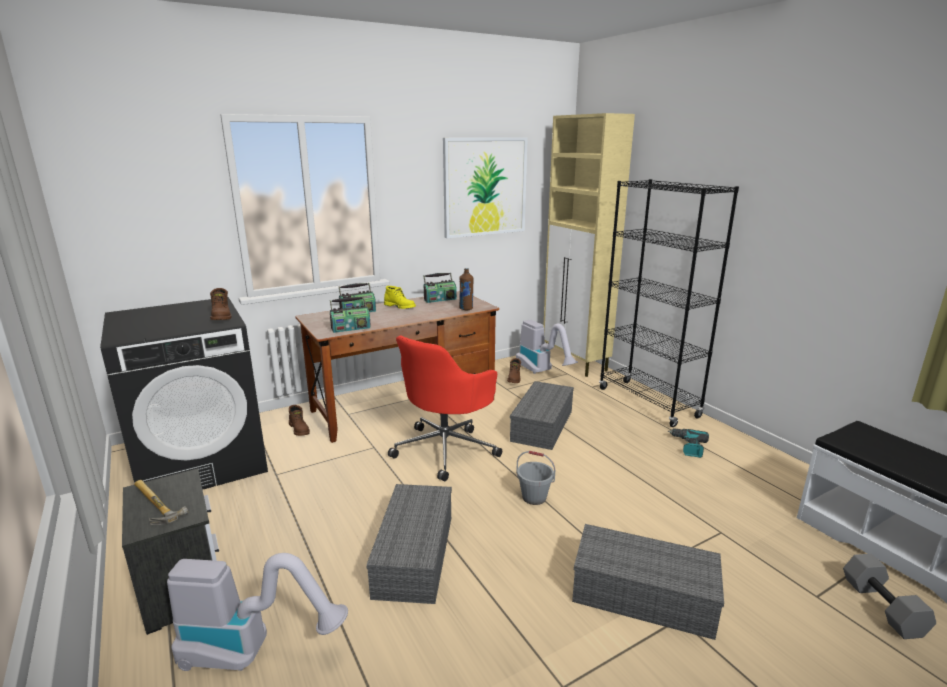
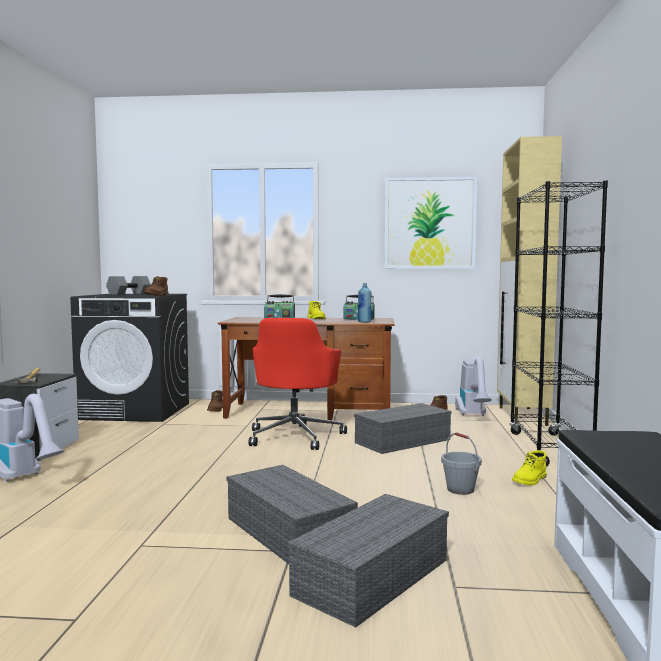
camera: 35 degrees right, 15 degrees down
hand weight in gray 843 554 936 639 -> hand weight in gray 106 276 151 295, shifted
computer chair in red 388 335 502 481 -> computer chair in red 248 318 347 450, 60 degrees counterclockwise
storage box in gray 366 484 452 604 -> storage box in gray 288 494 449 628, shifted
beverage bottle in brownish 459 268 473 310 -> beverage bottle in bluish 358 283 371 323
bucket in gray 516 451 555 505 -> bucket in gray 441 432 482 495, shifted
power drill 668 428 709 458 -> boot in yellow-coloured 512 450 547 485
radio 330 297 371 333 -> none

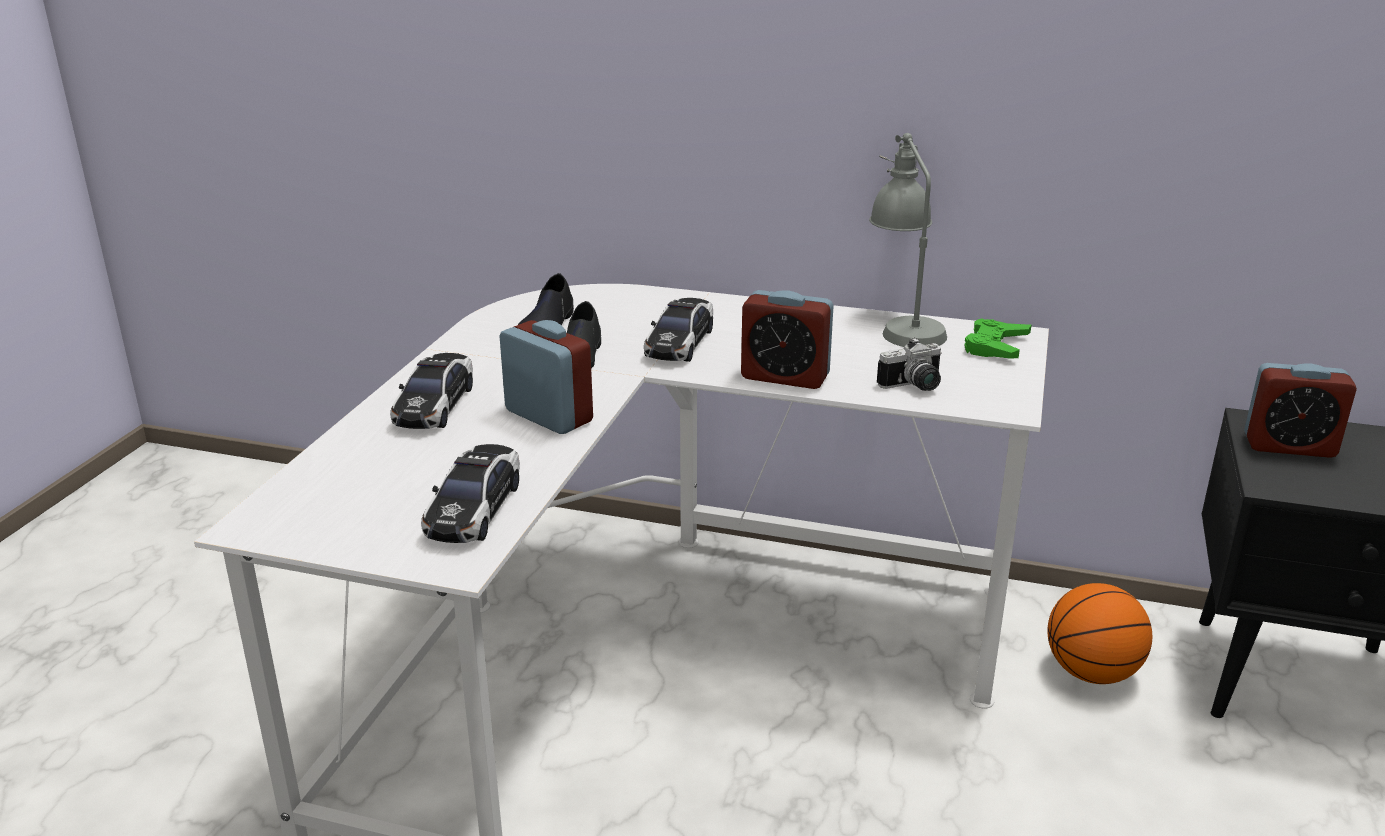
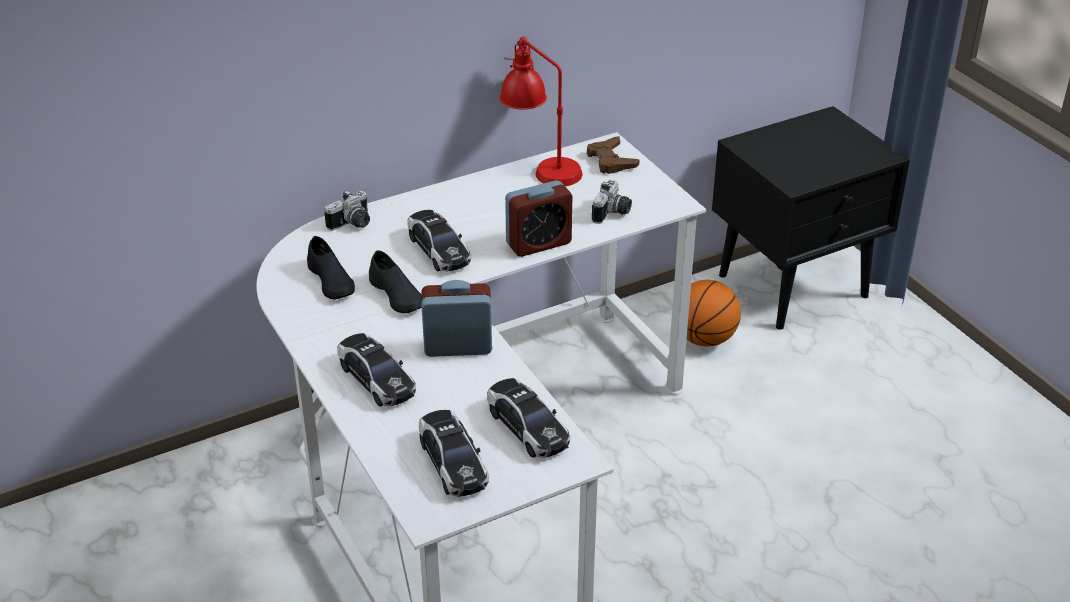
camera: 45 degrees left, 10 degrees up
none -> still camera 324 190 370 230
none -> model car 419 410 489 497
tabletop lamp in gray 869 133 947 347 -> tabletop lamp in red 500 37 582 186
gamepad in green 964 318 1032 359 -> gamepad in brownish 587 136 640 174
table clock 1244 363 1357 458 -> none

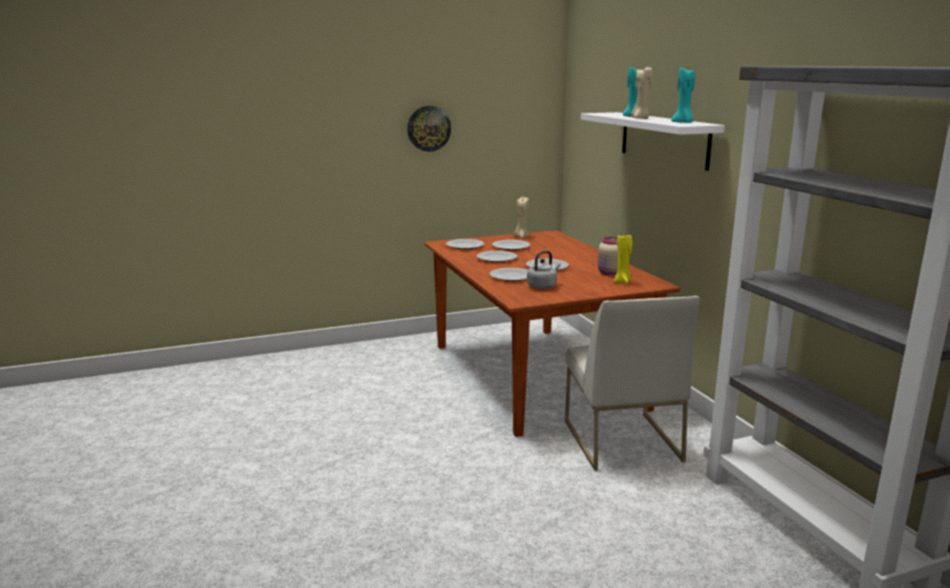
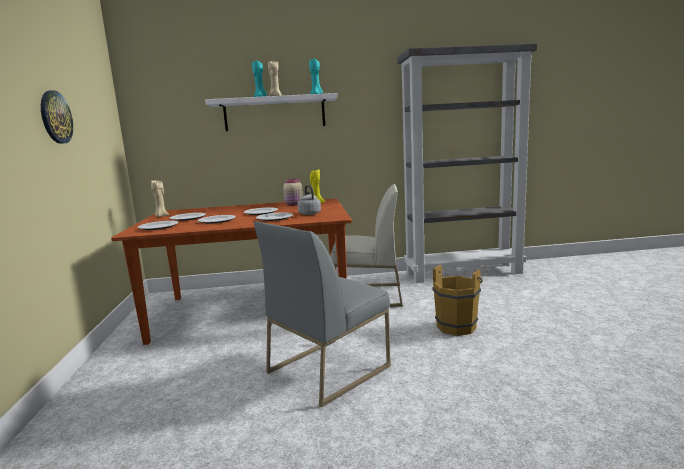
camera: 75 degrees left, 5 degrees down
none -> chair in gray 254 221 391 407
none -> bucket in brownish 432 265 483 336

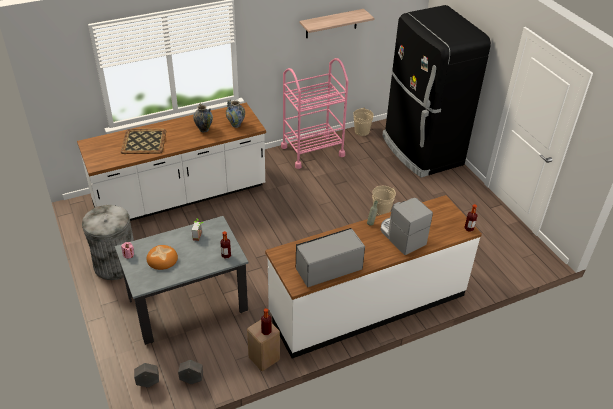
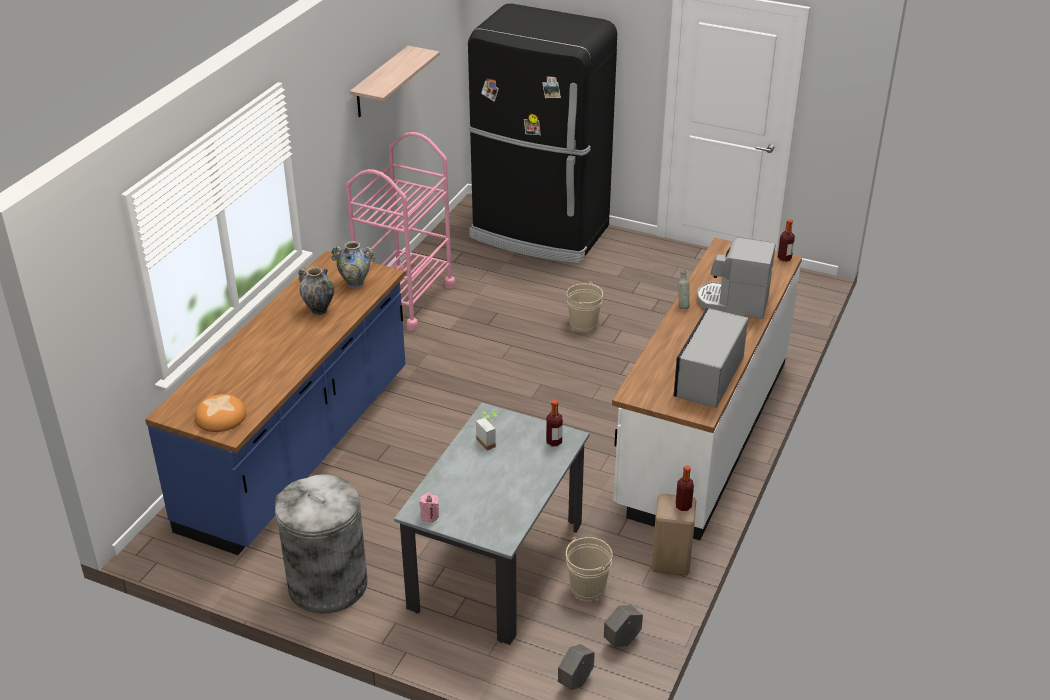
camera: 40 degrees left, 5 degrees down
counter in white-coloured 77 103 266 221 -> counter in bluish 145 251 406 555
bread 147 245 178 270 -> bread 195 394 246 432, shifted
bucket in beige 353 107 374 136 -> bucket in beige 566 537 613 601, shifted
tray 121 129 166 154 -> none

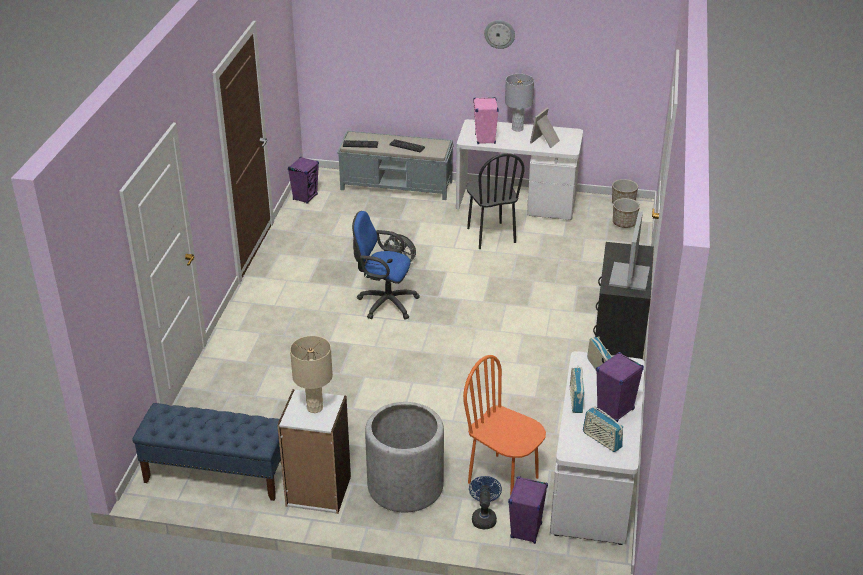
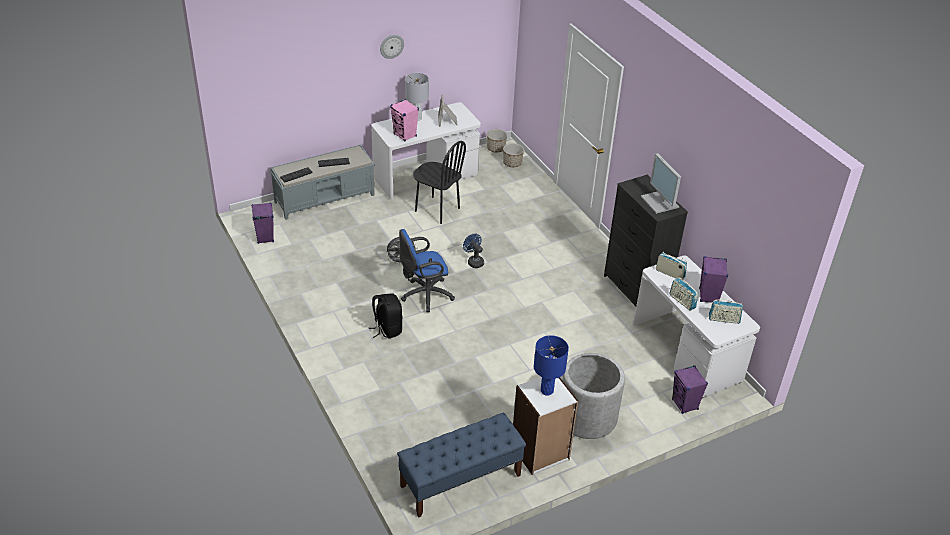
camera: 40 degrees left, 5 degrees up
none -> knapsack in black 369 293 403 339
fan in bluish 469 476 502 529 -> fan in bluish 463 234 484 268, shifted
tabletop lamp in beige 290 336 333 413 -> tabletop lamp in bluish 534 335 569 395
chair in orange 463 355 546 496 -> none

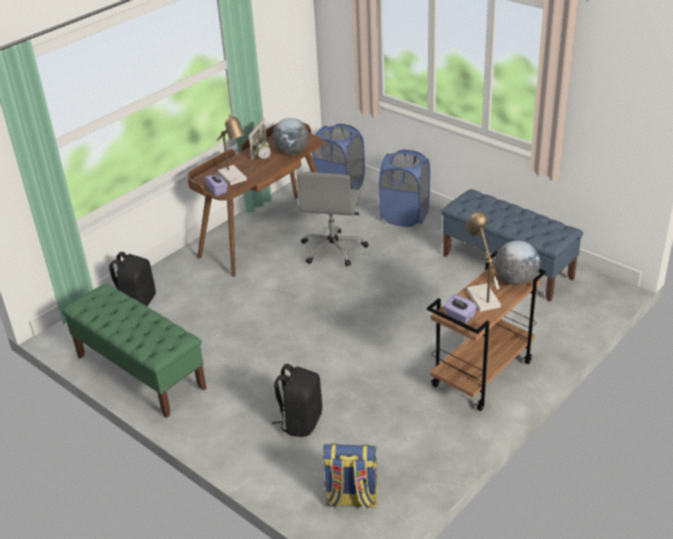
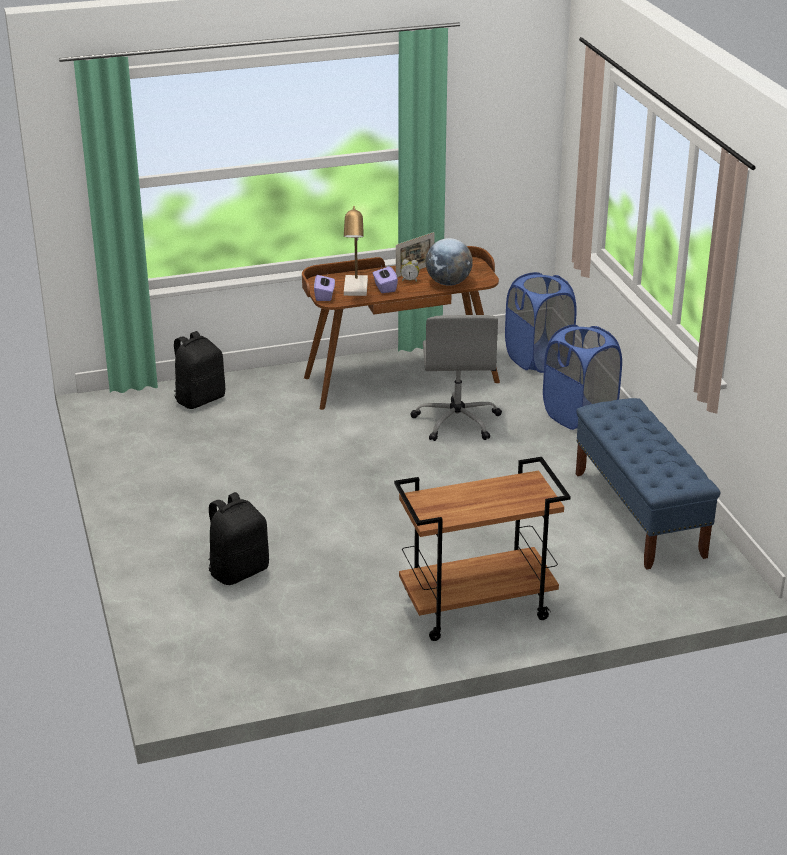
camera: 30 degrees right, 5 degrees down
box of tissues in purple-coloured 443 295 477 324 -> box of tissues in purple-coloured 373 266 398 293, shifted
computer chair in gray 297 172 369 266 -> computer chair in gray 411 315 502 441, 45 degrees counterclockwise
bench in green 62 283 207 418 -> none
knapsack 323 444 378 510 -> none
tabletop lamp 466 212 501 312 -> none
desk globe 495 240 540 285 -> none

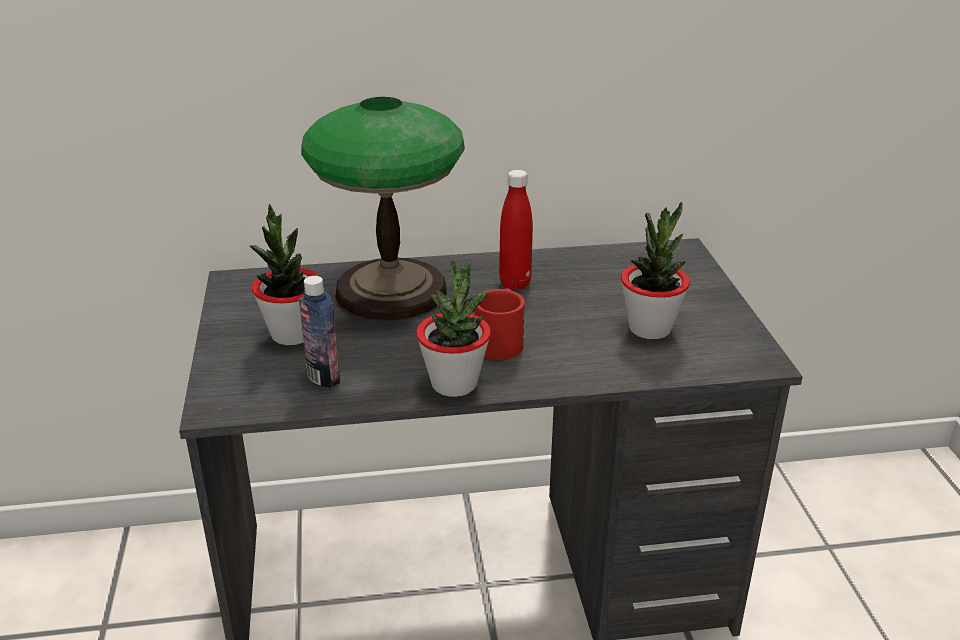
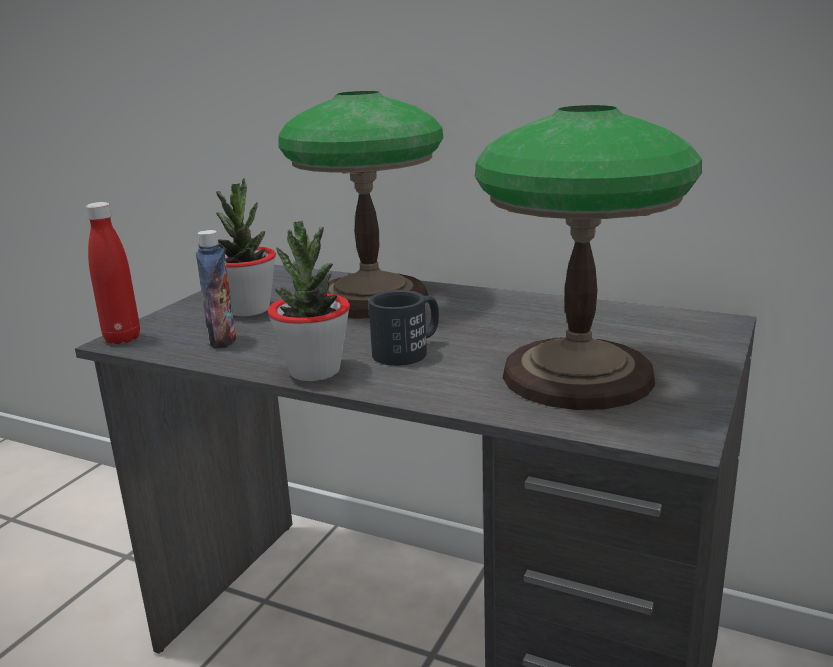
camera: 35 degrees right, 10 degrees down
beverage bottle in red 499 170 533 290 -> beverage bottle in red 86 202 140 344, shifted
tea mug in red 474 288 525 360 -> tea mug in black 368 290 439 366
plant in a pot 621 202 690 339 -> tabletop lamp 475 105 702 410

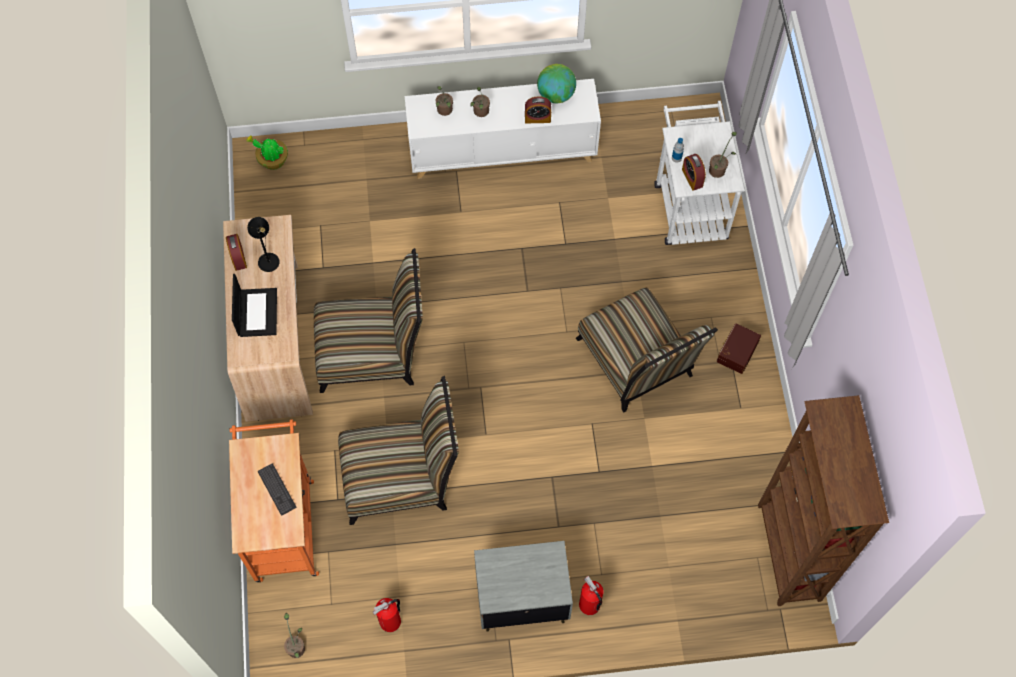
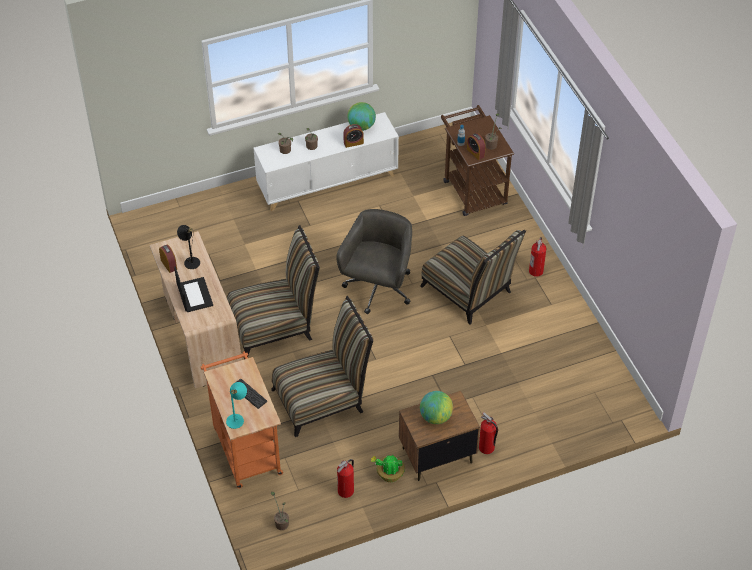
camera: 15 degrees left, 15 degrees down
none -> tabletop lamp in turquoise 226 382 247 429
none -> computer chair in gray 336 209 412 314
plant in a pot 246 136 288 170 -> plant in a pot 371 455 405 482, shifted
nightstand in gray 474 541 573 632 -> nightstand in brownish 399 391 480 481
none -> desk globe 420 391 453 424
wheeled cart in white-coloured 654 101 745 245 -> wheeled cart in brownish 441 105 514 216
storage box in brownish 717 323 761 374 -> extinguisher 529 237 546 277
bookcase in brownish 758 395 889 606 -> none

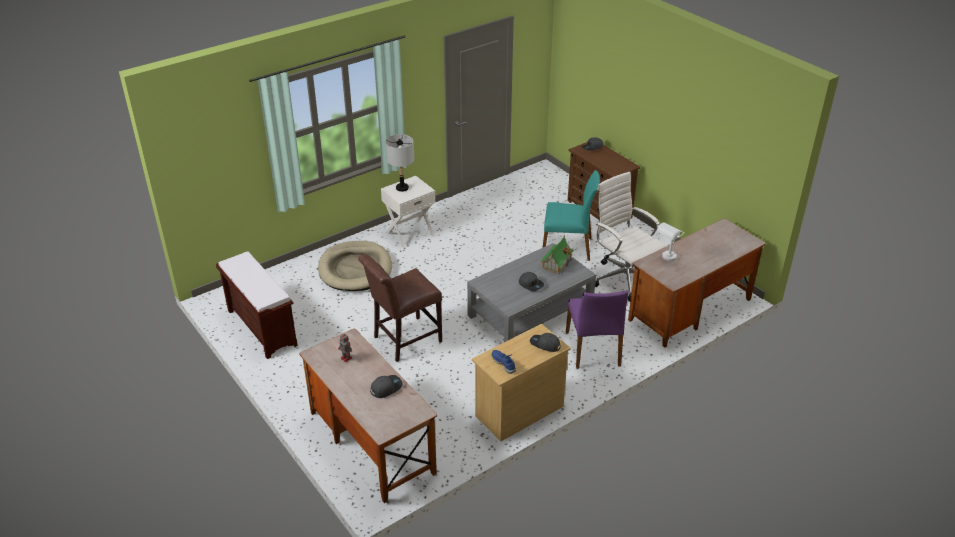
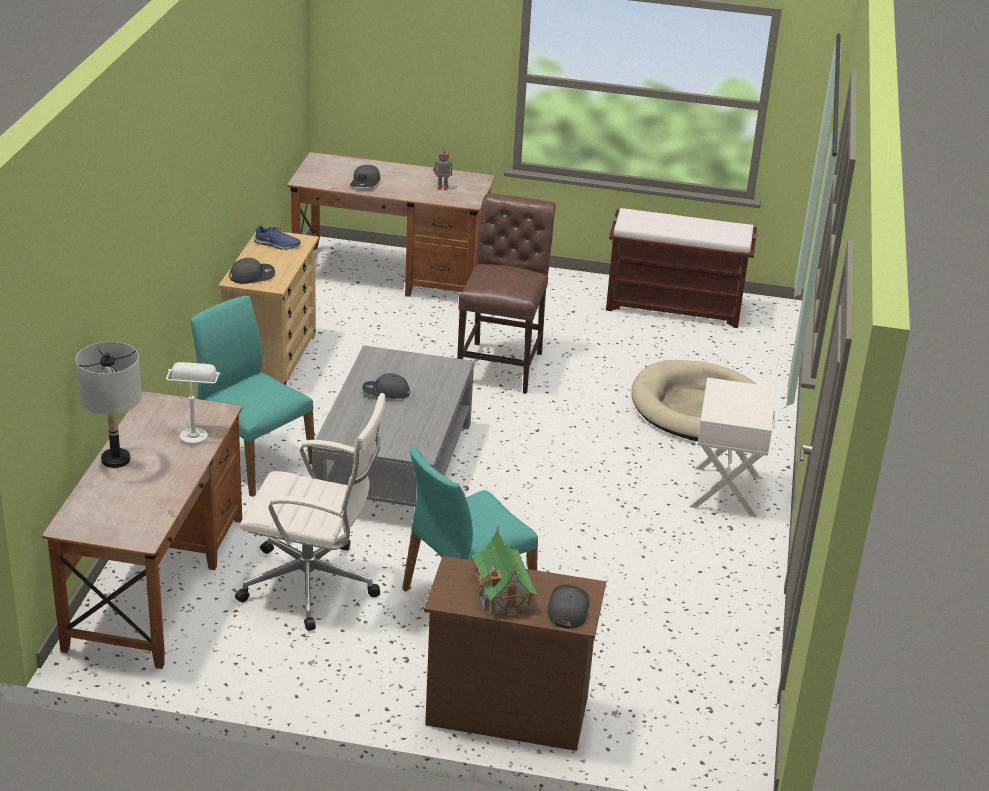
camera: 135 degrees right, 5 degrees down
tabletop lamp in gray 386 134 414 192 -> tabletop lamp in gray 76 342 142 468, shifted
chair in purple-coloured 566 290 629 369 -> chair in turquoise 191 296 315 497
miniature house 540 235 574 274 -> miniature house 472 526 541 616, shifted

